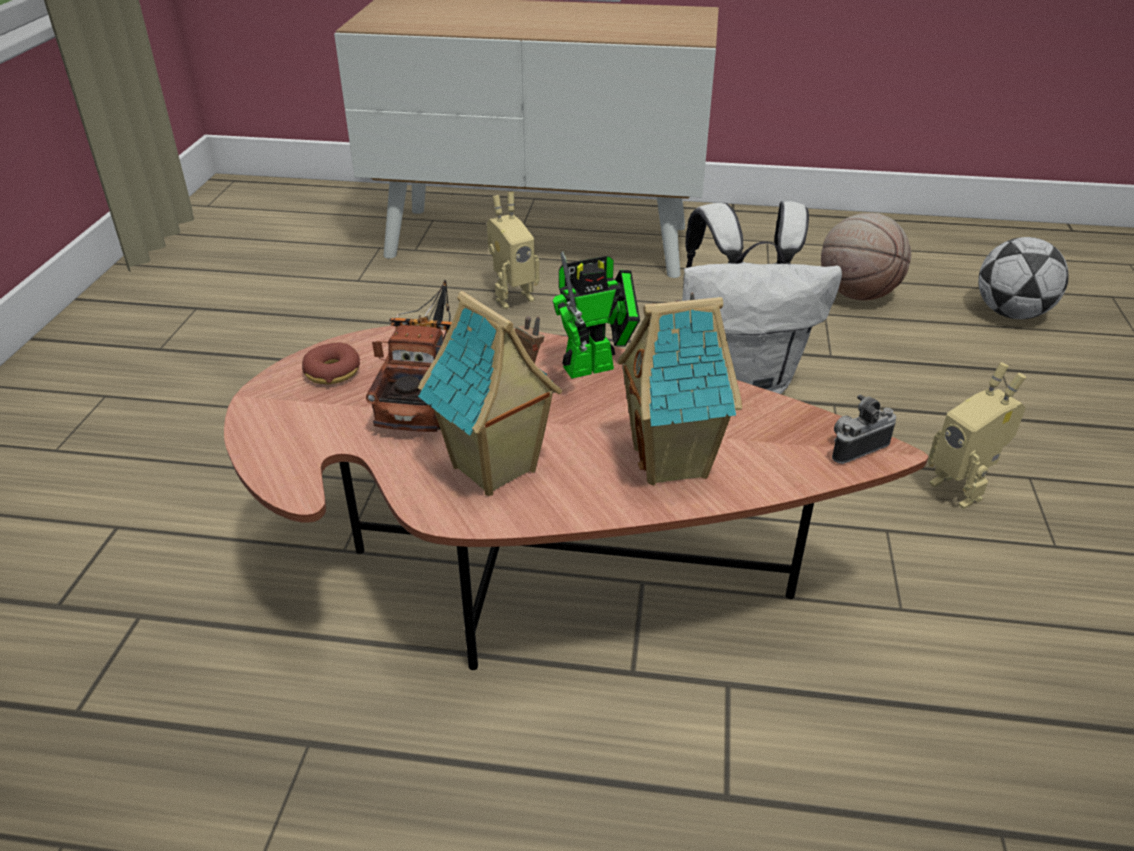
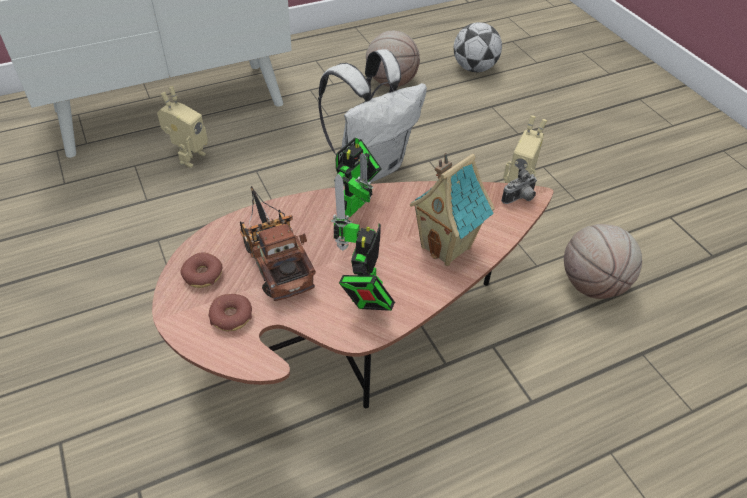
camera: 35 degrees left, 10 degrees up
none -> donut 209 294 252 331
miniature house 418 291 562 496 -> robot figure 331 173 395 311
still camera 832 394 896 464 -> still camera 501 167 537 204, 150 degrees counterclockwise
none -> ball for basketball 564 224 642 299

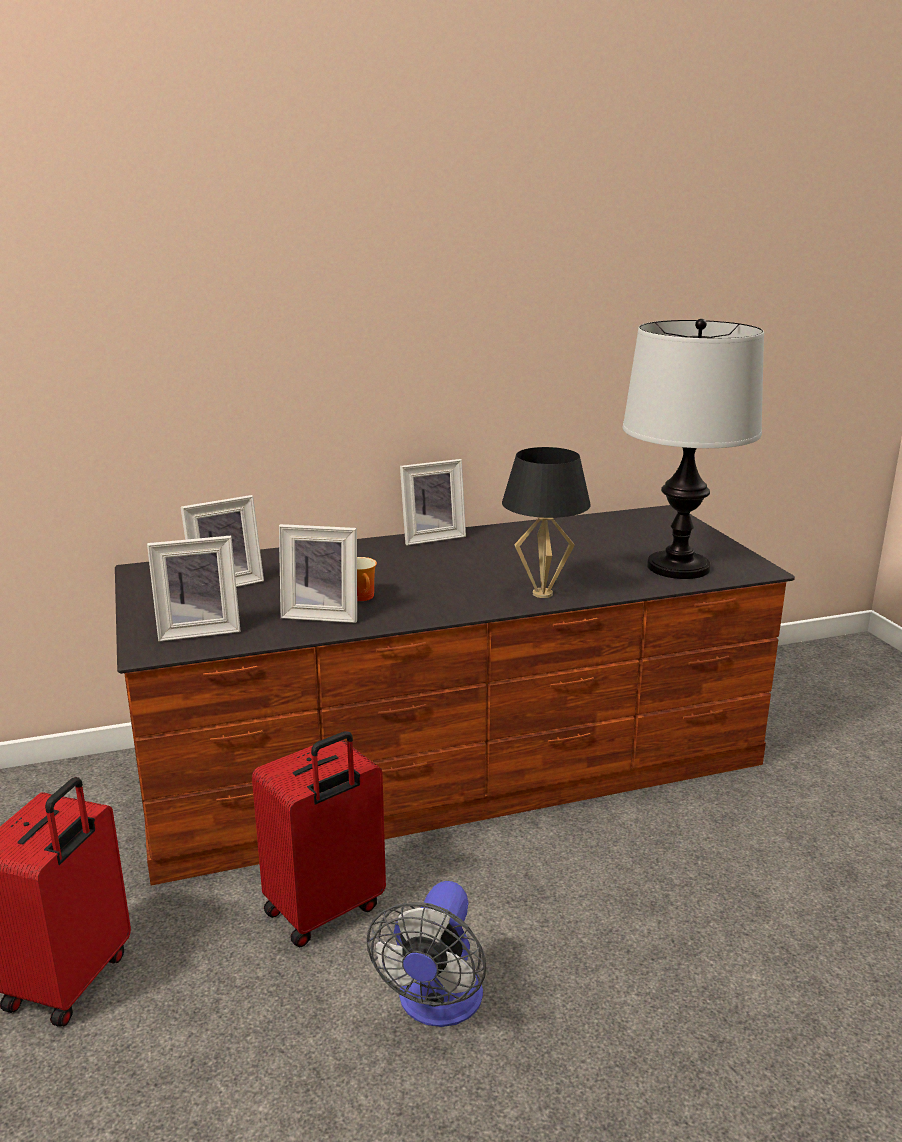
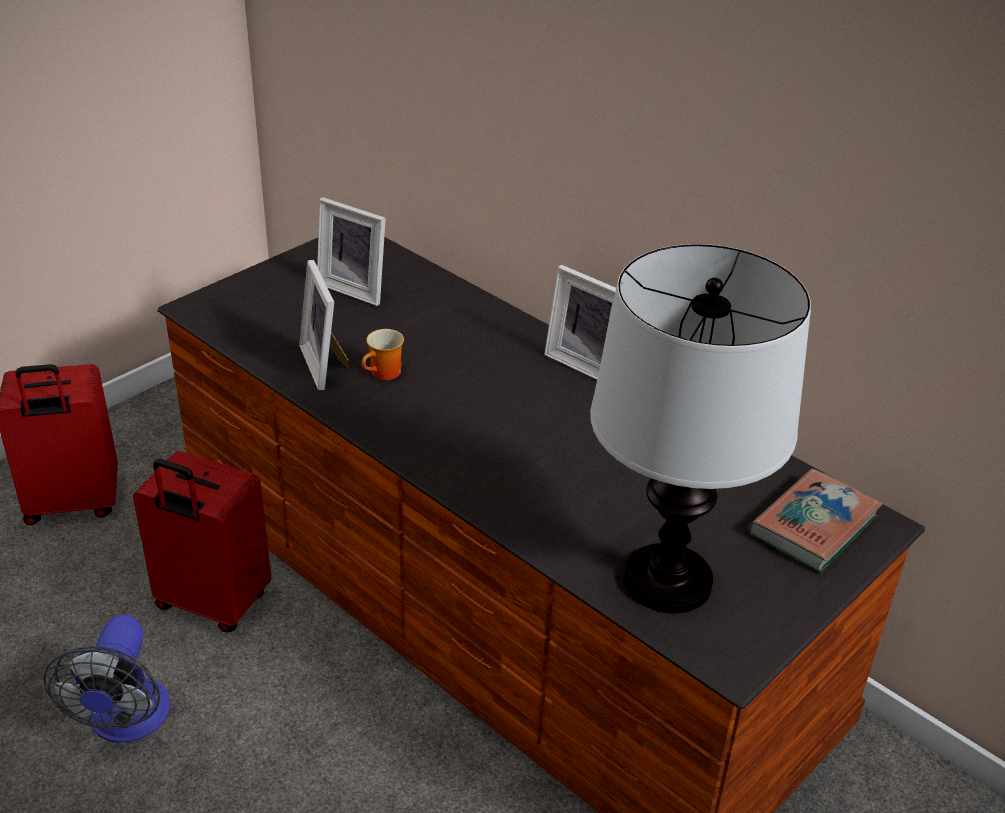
camera: 60 degrees right, 15 degrees up
fan 367 881 486 1027 -> fan 43 614 170 743, 75 degrees counterclockwise
none -> book 748 469 882 573
photo frame 147 536 241 642 -> none
tabletop lamp in black 502 447 591 598 -> none

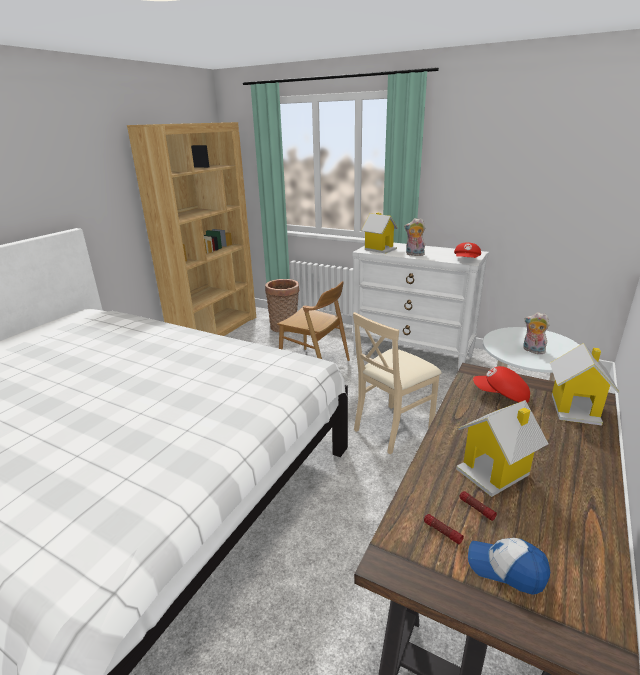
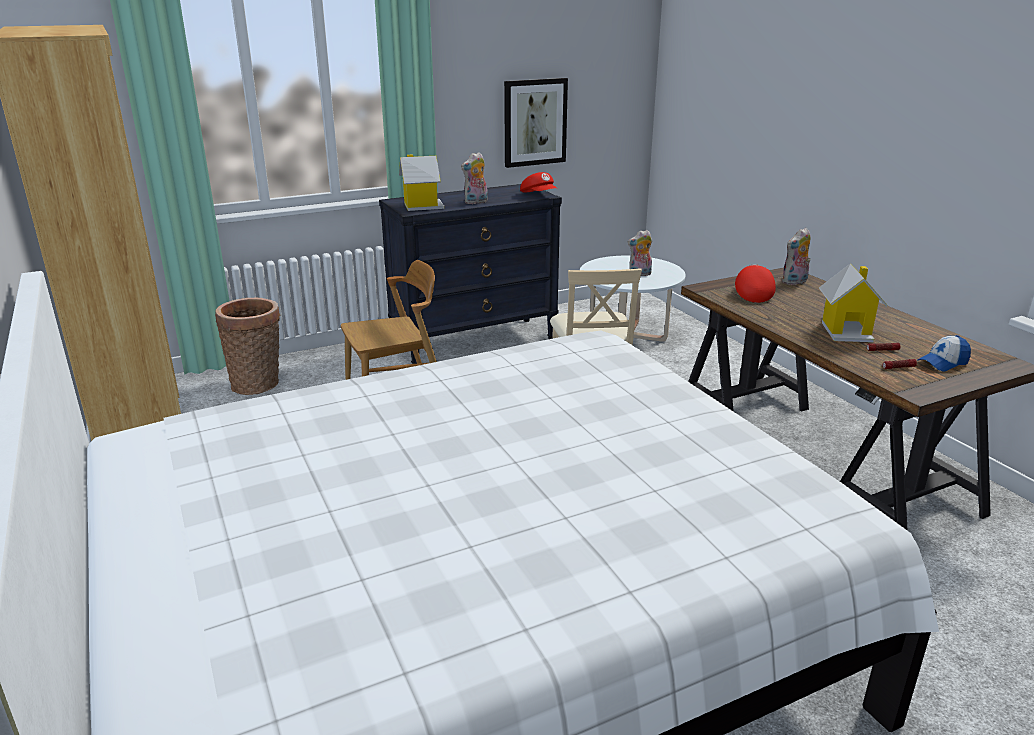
camera: 55 degrees left, 0 degrees up
drawer chest in white-coloured 352 243 489 370 -> drawer chest in black 379 184 562 364
none -> wall art 504 78 568 168
peaked cap in red 473 366 530 403 -> peaked cap in red 735 264 776 303, 135 degrees clockwise
miniature house 550 343 619 425 -> cuddly toy 782 228 810 285

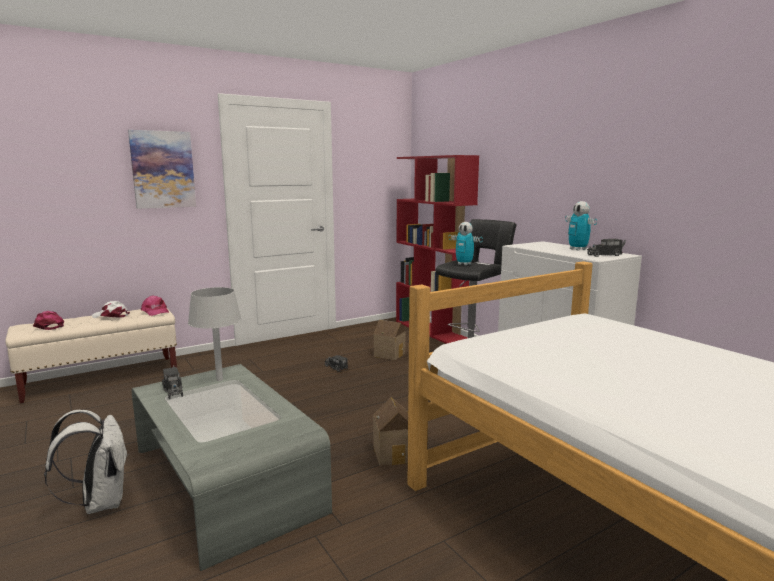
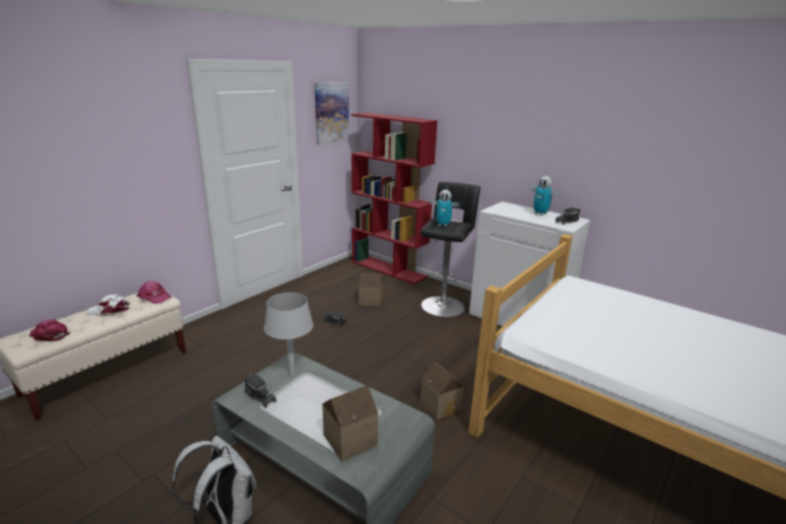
camera: 20 degrees left, 10 degrees up
wall art 128 130 196 209 -> wall art 315 82 349 145, shifted
none -> miniature house 322 385 378 462

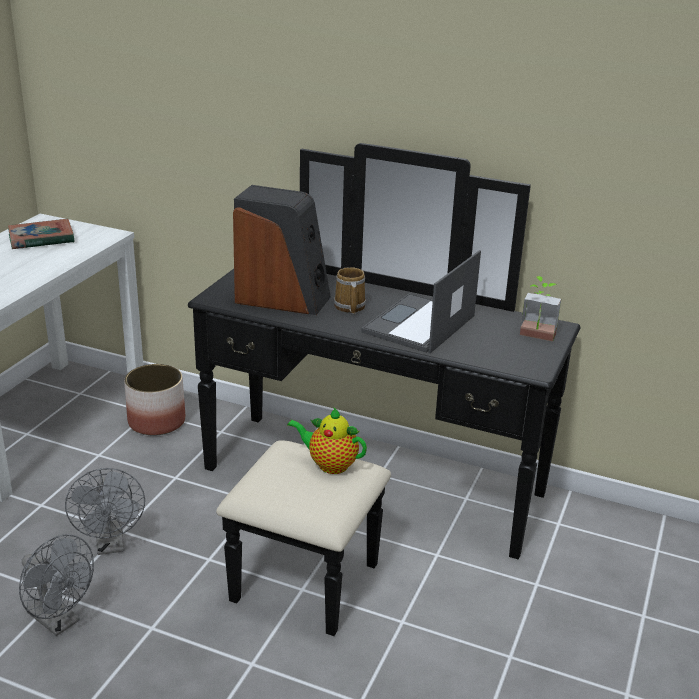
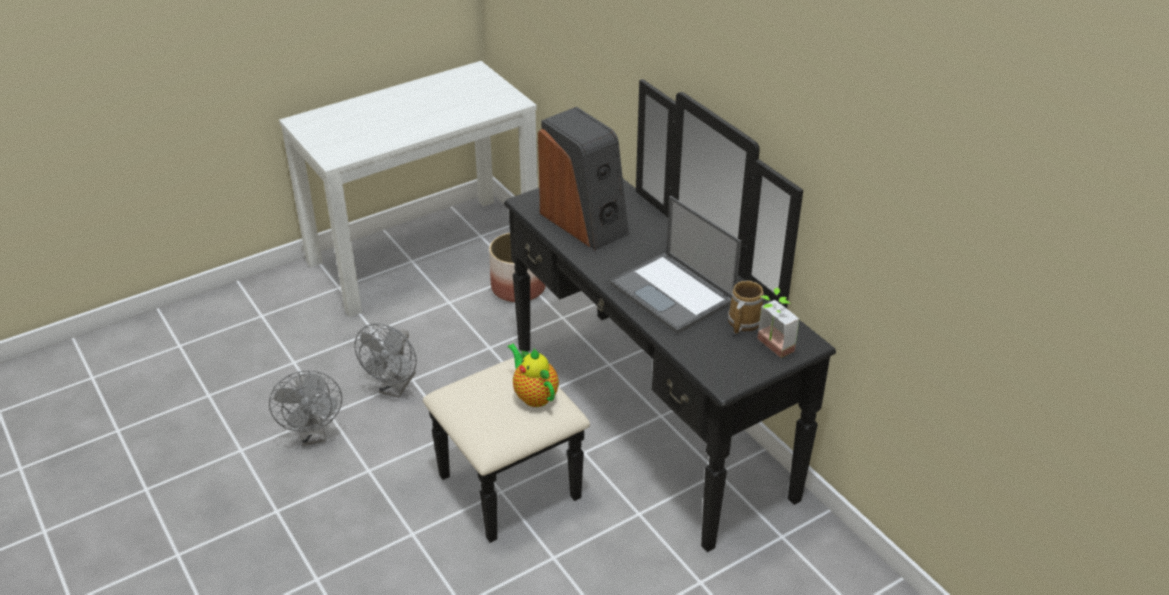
camera: 35 degrees right, 10 degrees up
laptop 361 250 481 354 -> laptop 610 196 742 334, 105 degrees counterclockwise
tea mug 334 267 366 314 -> tea mug 728 281 764 334, shifted
book 8 219 74 249 -> none

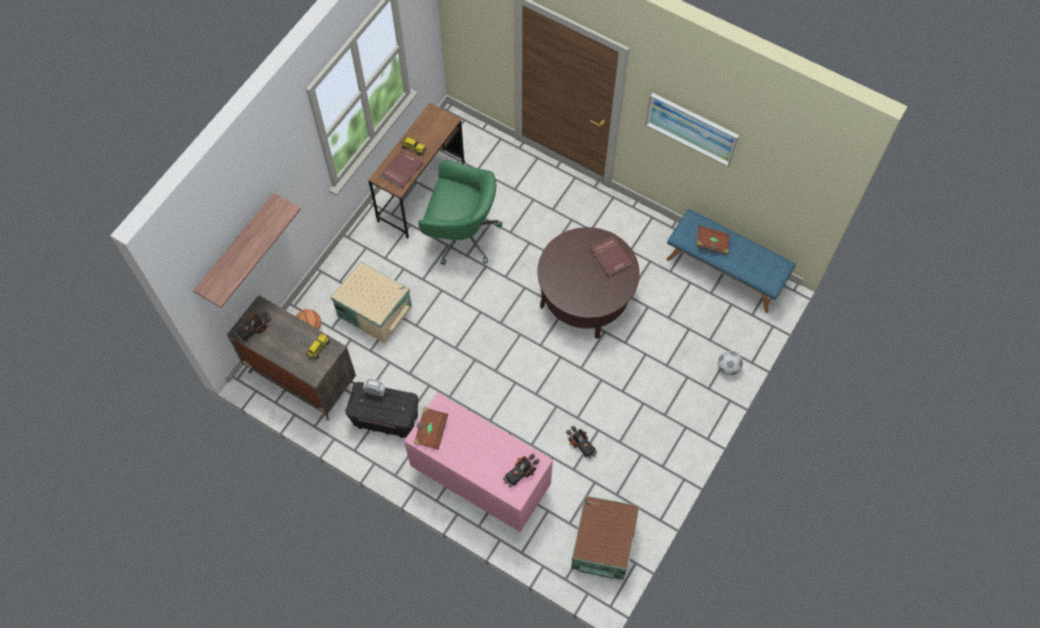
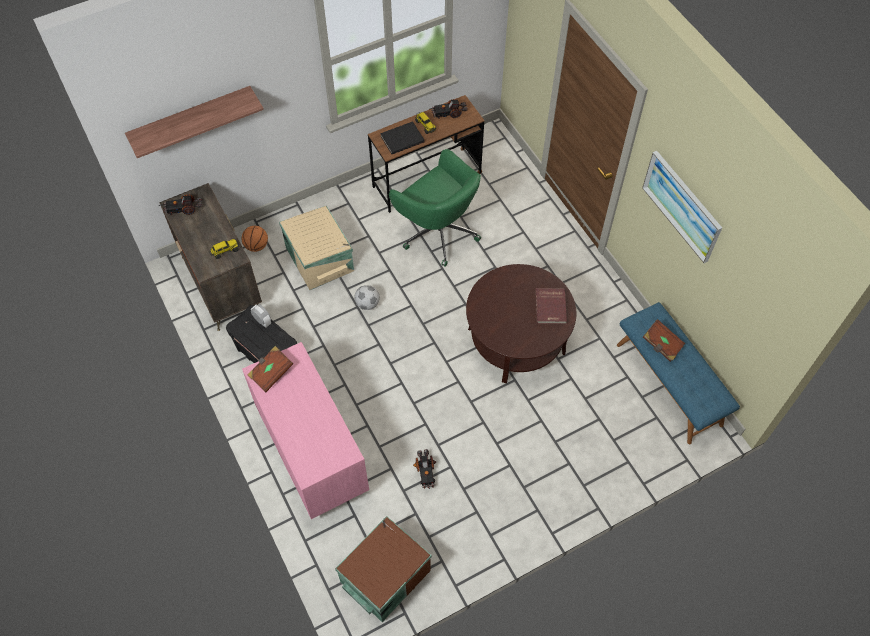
camera: 30 degrees right, 5 degrees down
football 718 351 743 375 -> football 354 285 379 310, shifted
book in red 381 150 423 189 -> book in black 380 121 425 154
toy lorry 503 454 540 487 -> toy lorry 431 99 468 119, shifted

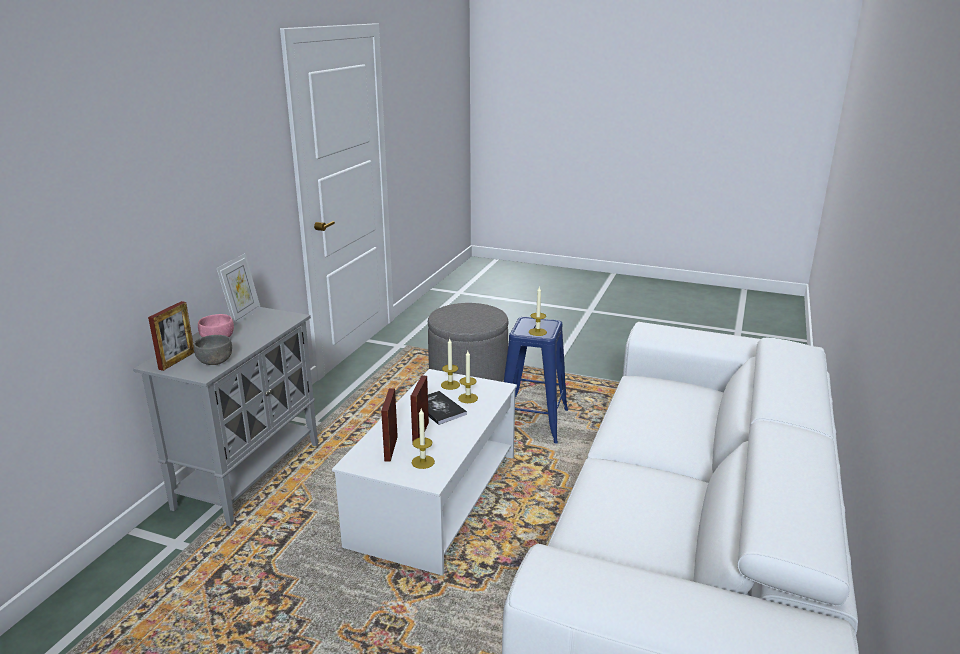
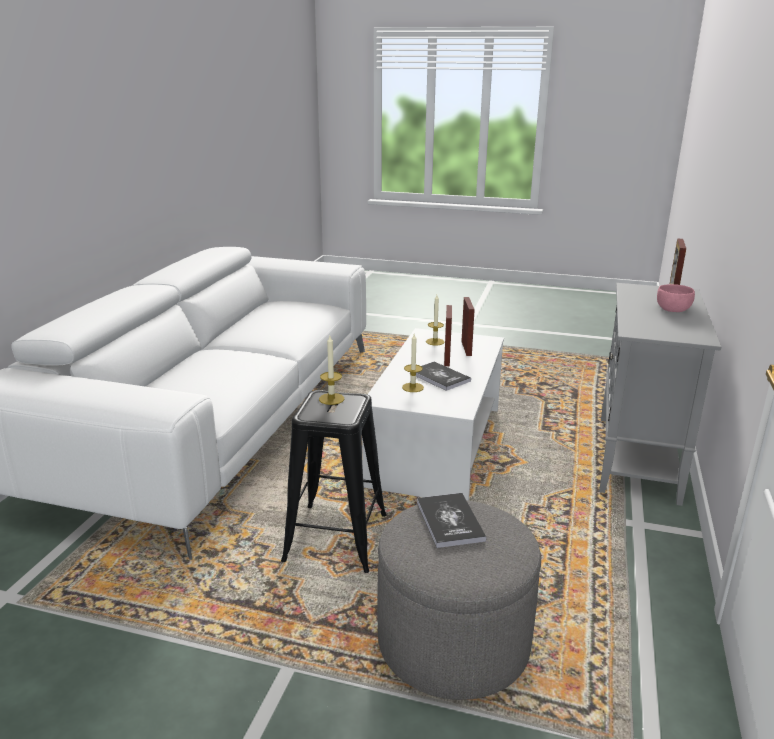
camera: 175 degrees right, 0 degrees up
stool in bluish 504 317 568 444 -> stool in black 281 390 387 573
none -> book 417 493 486 548
bowl in gray 194 335 232 365 -> none
photo frame 217 253 261 326 -> none
wax light 441 339 460 390 -> none

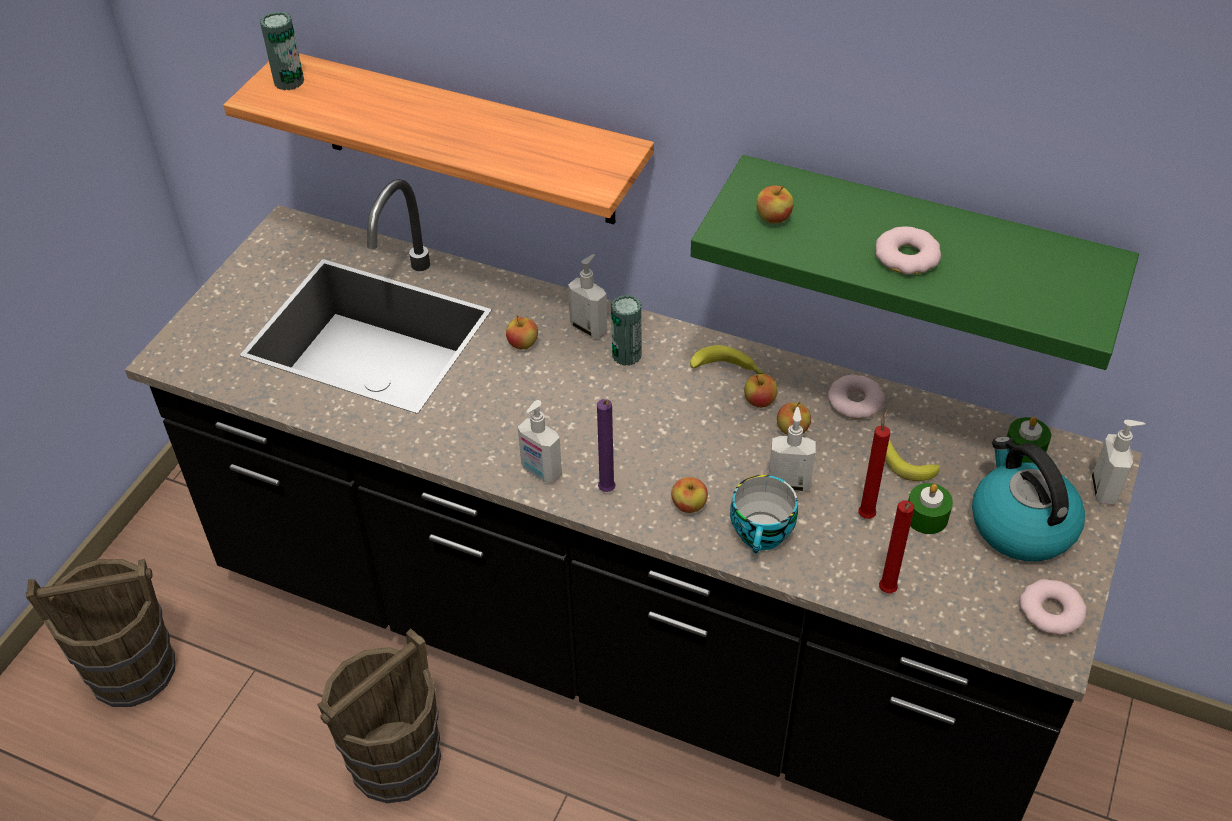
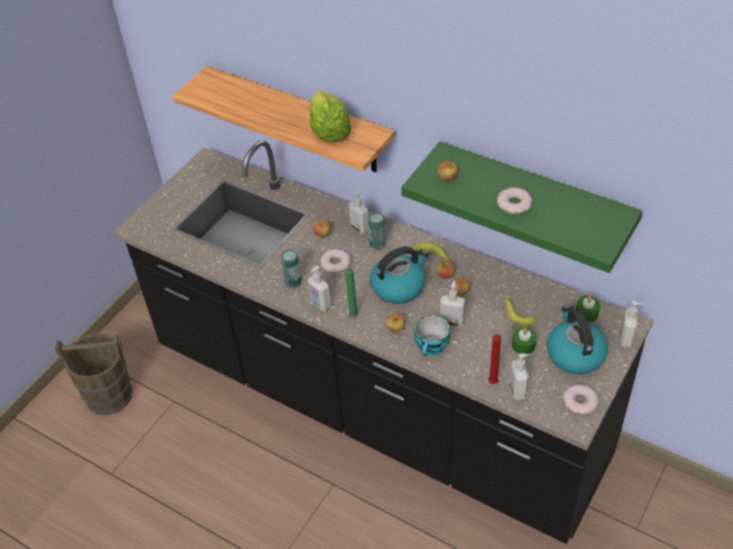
camera: 10 degrees right, 0 degrees up
metal can 260 12 304 90 -> metal can 281 249 302 288, shifted
none -> lettuce 309 91 351 143
donut 828 375 885 419 -> donut 320 249 351 273, shifted
wax light in purple-coloured 597 399 616 492 -> wax light in green 345 268 358 318
none -> tea kettle 370 246 429 304
none -> liquid soap bottle 510 354 530 400
bucket in brownish 317 628 441 803 -> none
wax light in red 858 409 890 519 -> none

